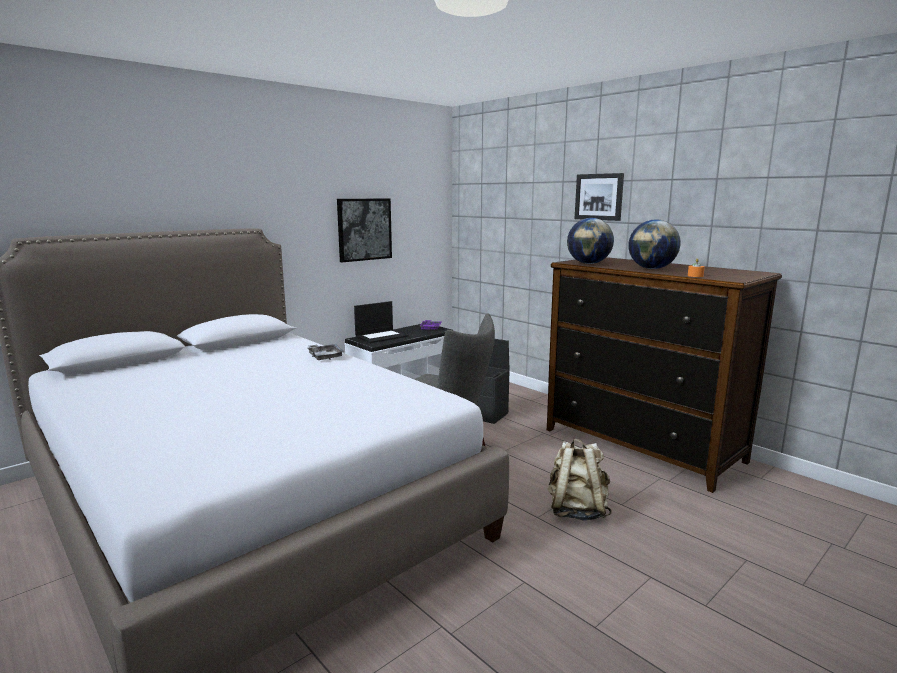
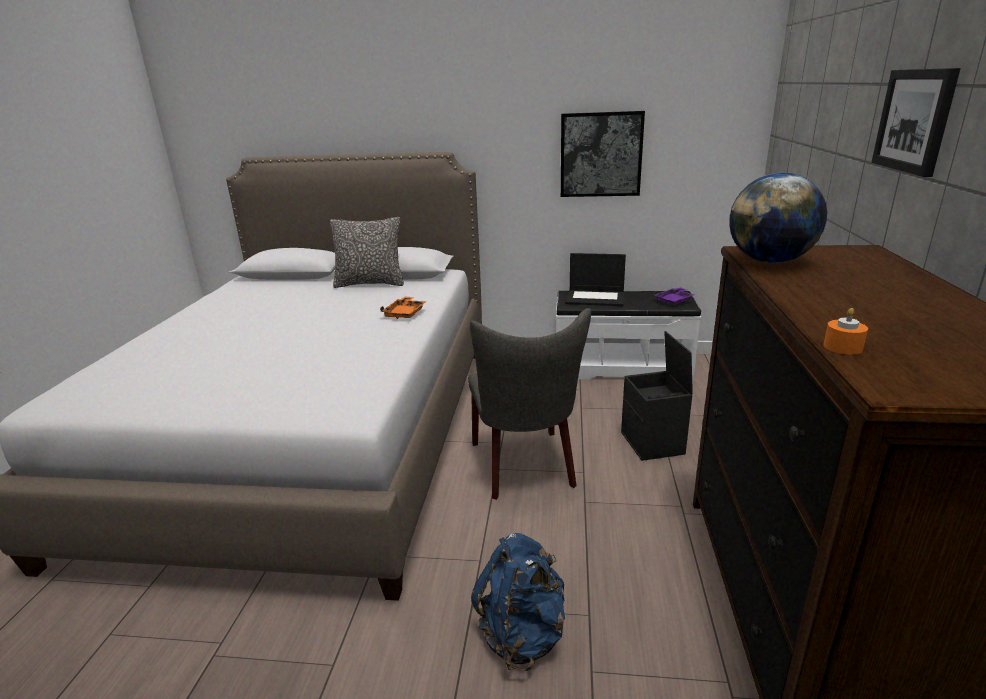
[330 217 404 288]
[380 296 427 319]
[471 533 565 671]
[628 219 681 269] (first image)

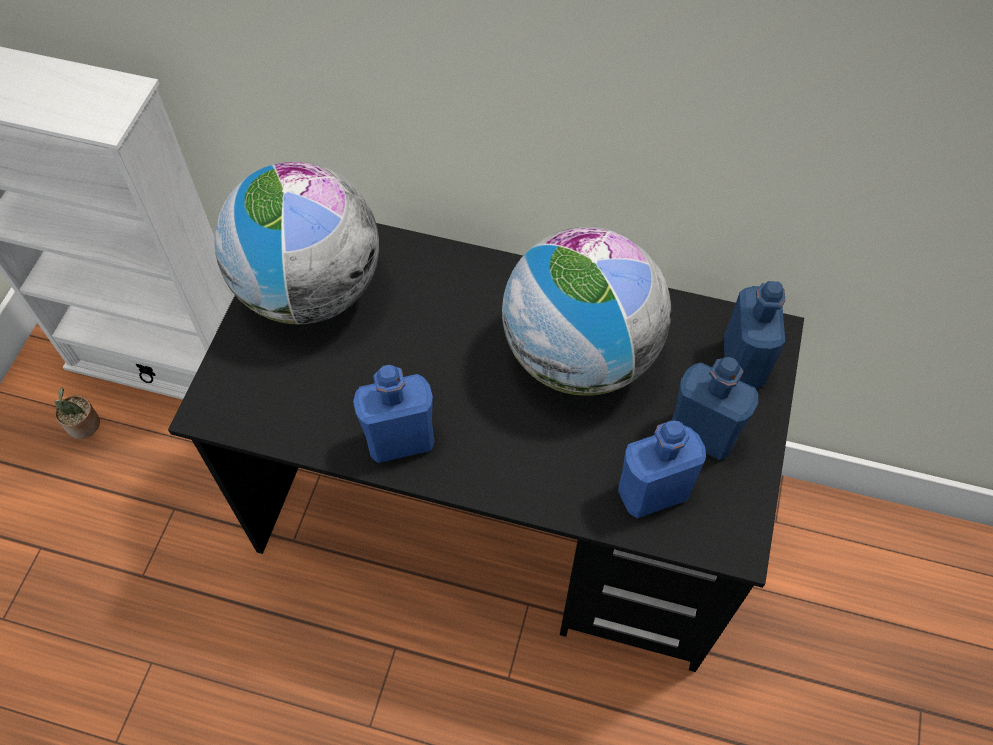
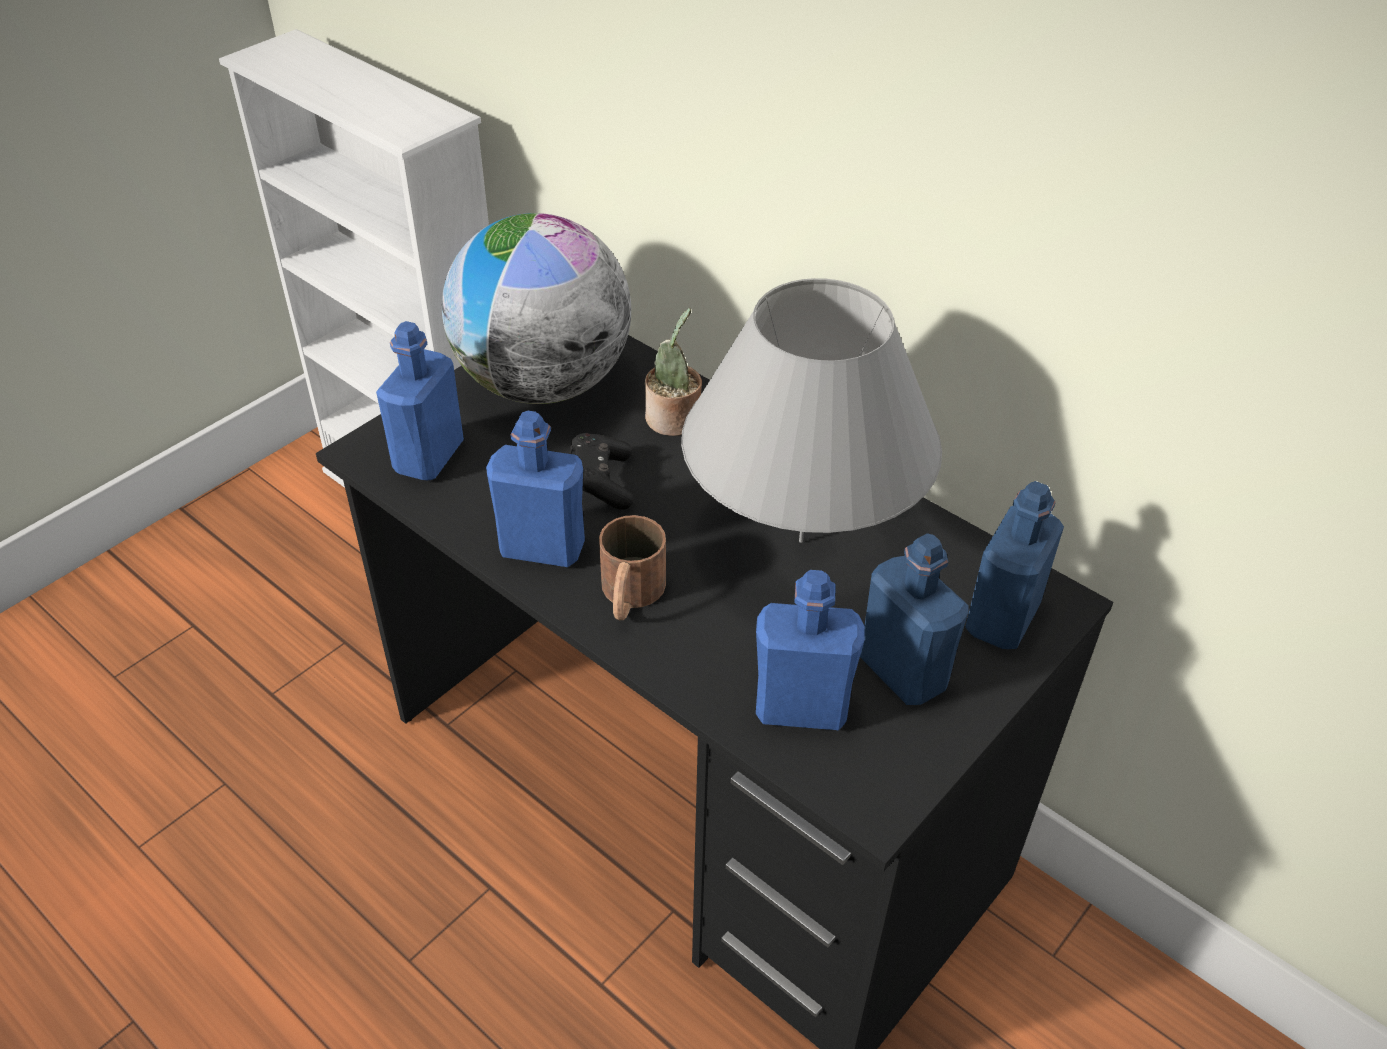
[376 321 464 480]
[570 433 634 510]
[599 515 666 620]
[645 308 702 436]
[681 278 942 543]

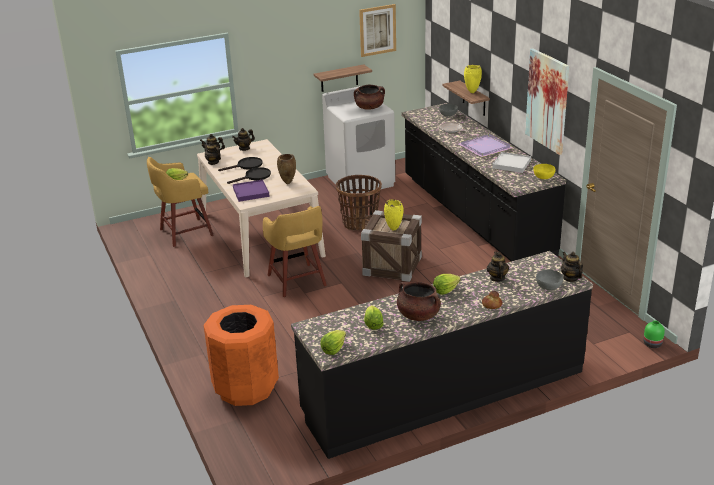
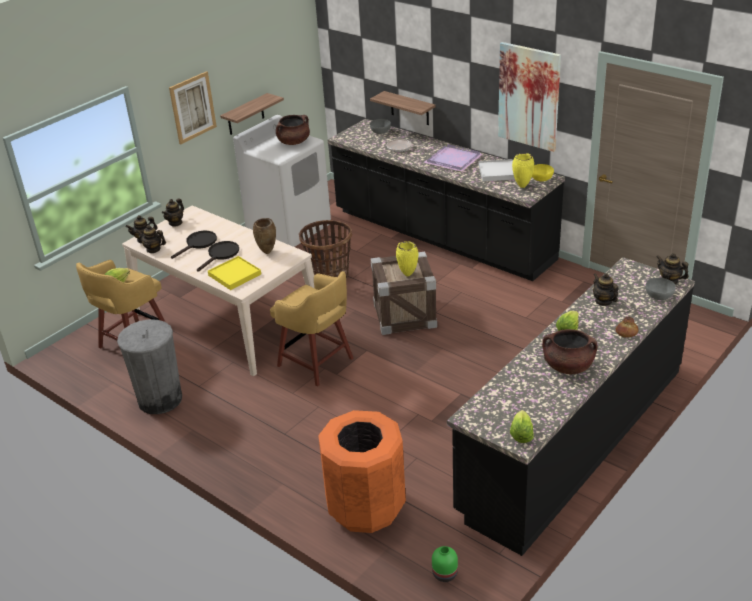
[117 319 182 414]
[169 71 217 144]
[208 256 261 290]
[432 546 458 582]
[512 153 534 188]
[364 305 384 330] (first image)

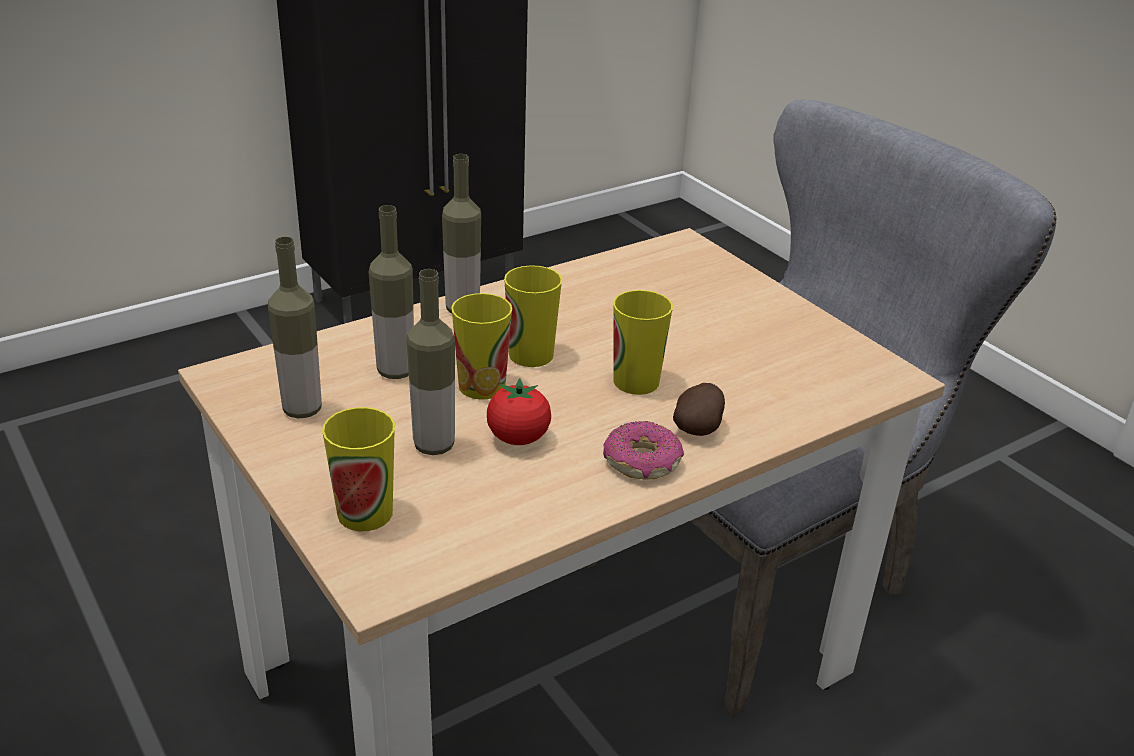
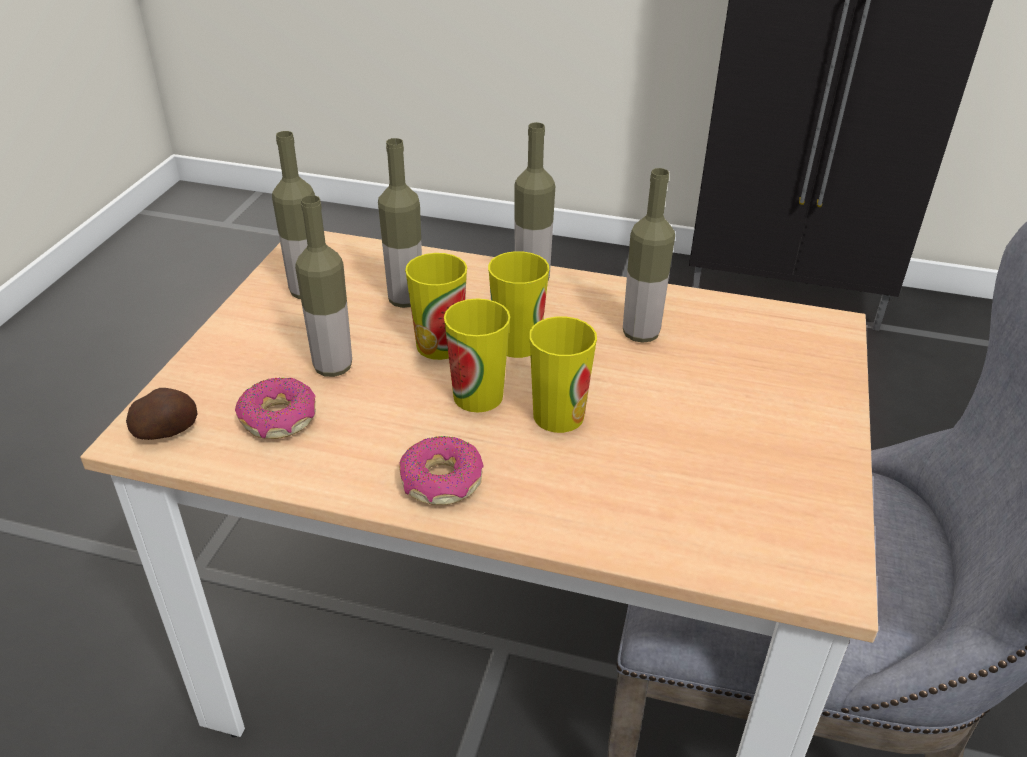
[126 388 198 440]
[235 377 316 439]
[444 298 510 412]
[623 168 675 343]
[487 378 551 445] (first image)

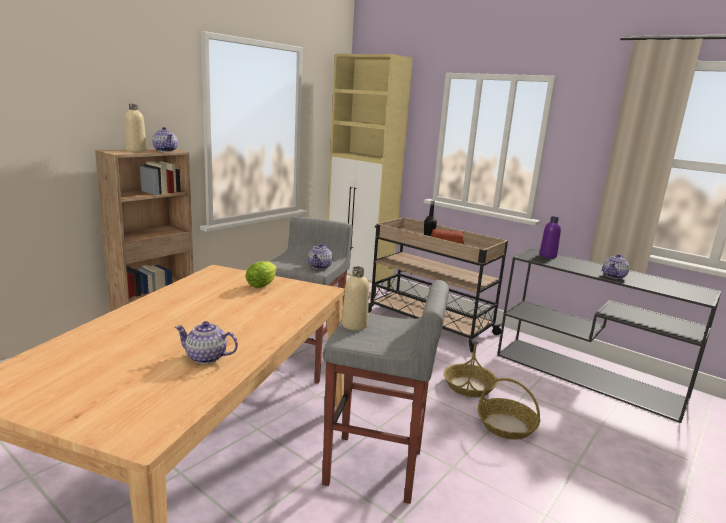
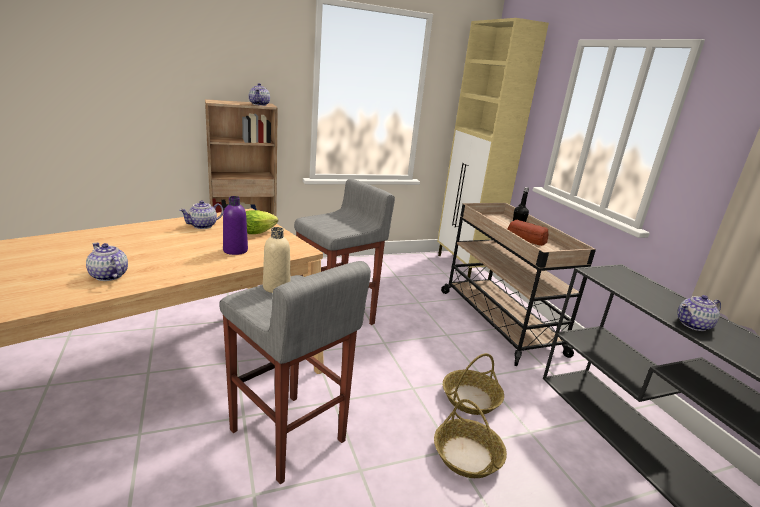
[179 200 224 229]
[223 196 248 255]
[125 104 147 152] (first image)

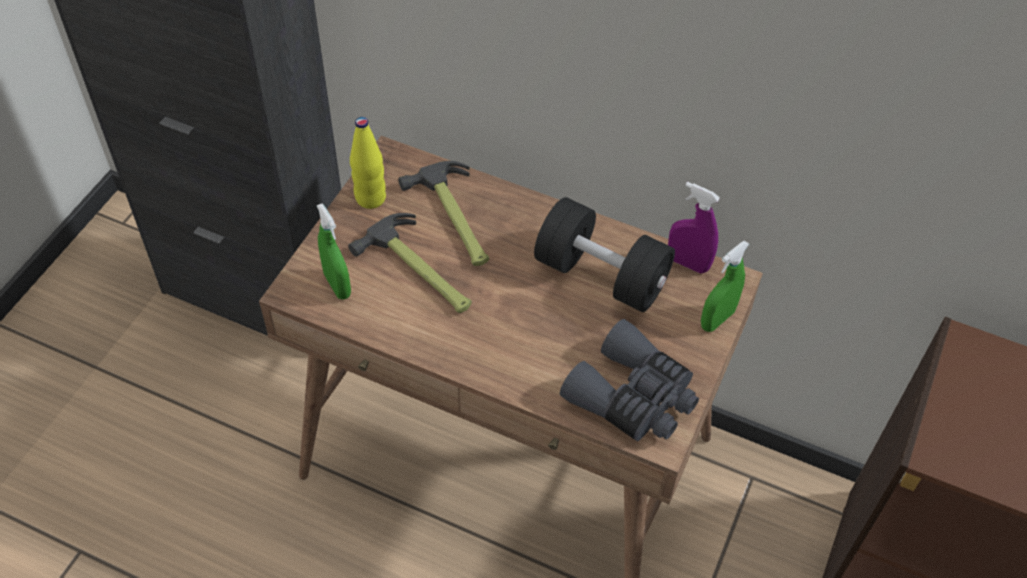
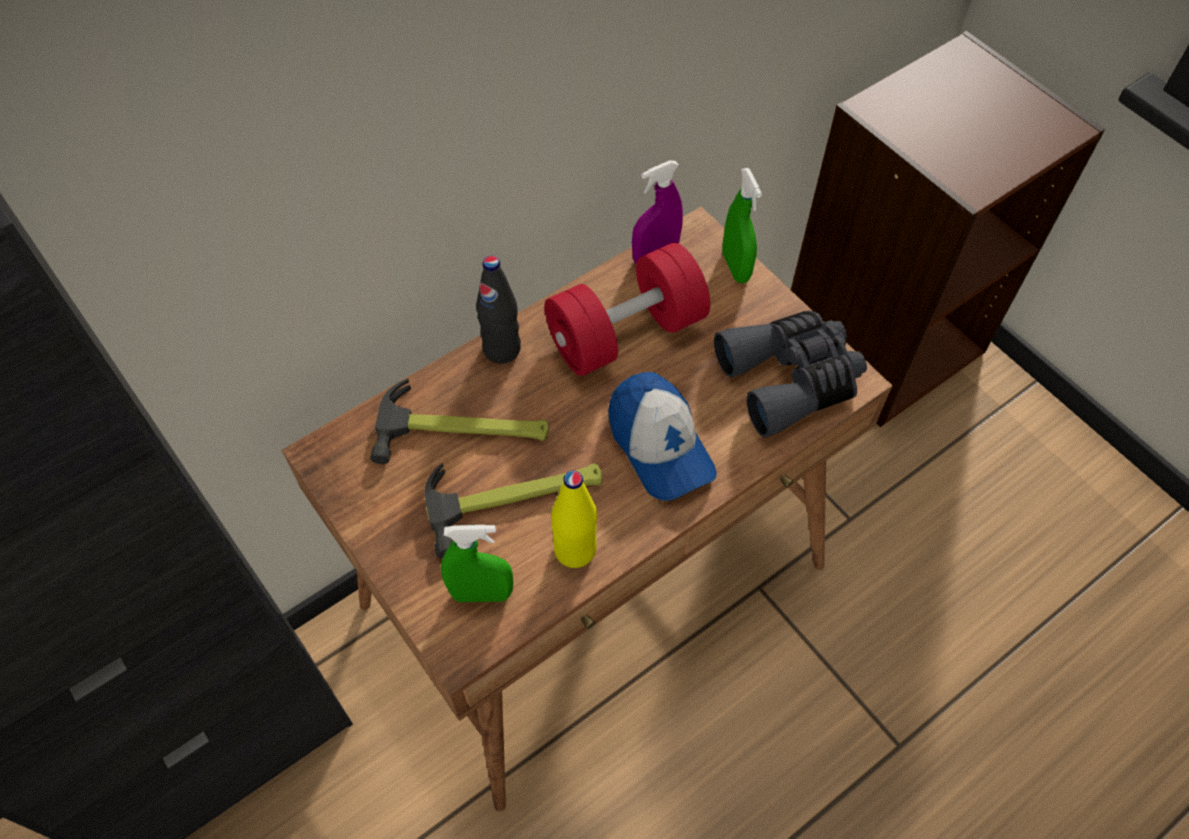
[476 256 521 364]
[544 243 710 376]
[551 471 597 568]
[608 372 717 501]

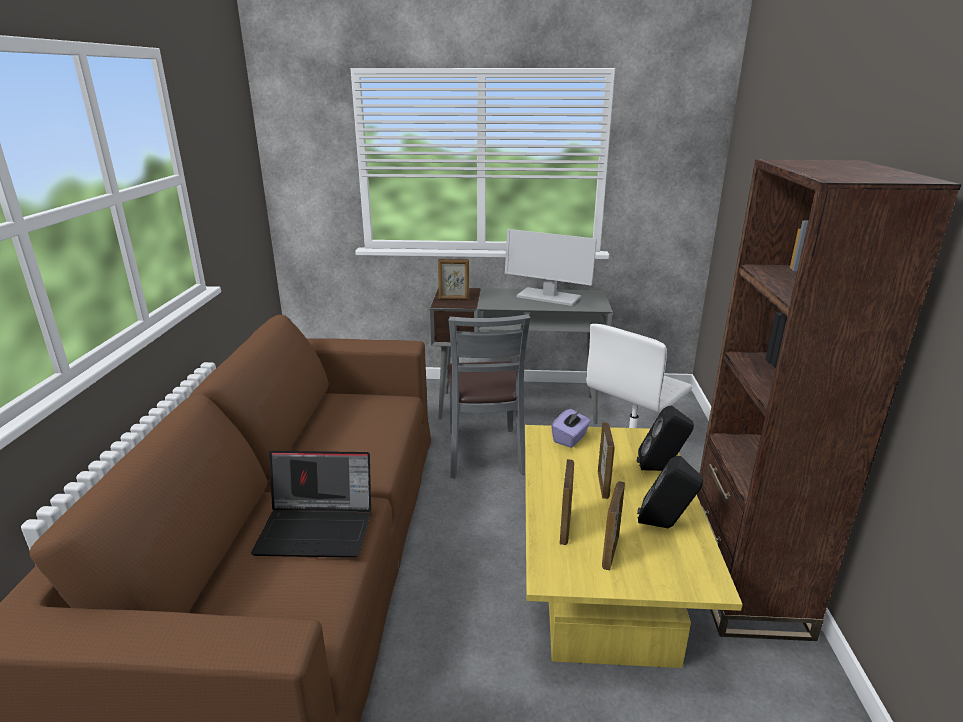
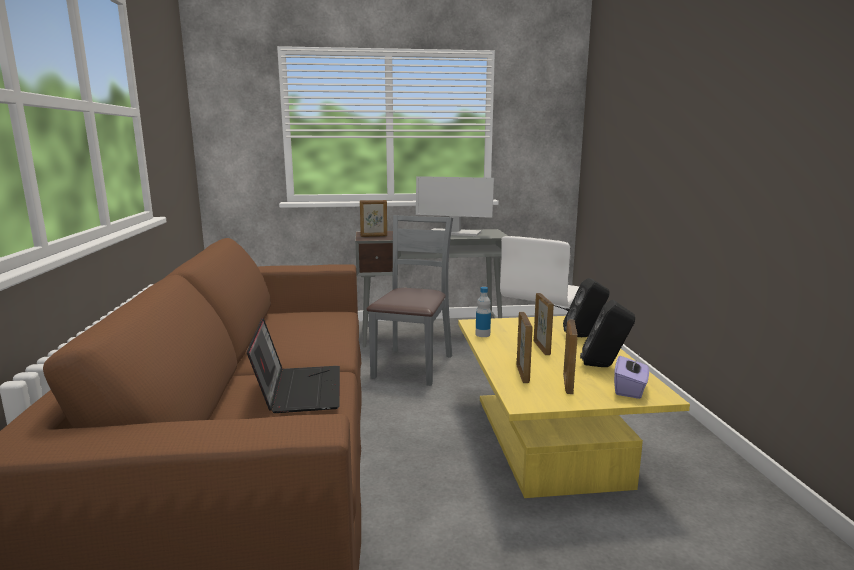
[247 318 340 413]
[367 215 453 386]
[476 287 491 337]
[614 355 649 399]
[697 159 961 641] (first image)

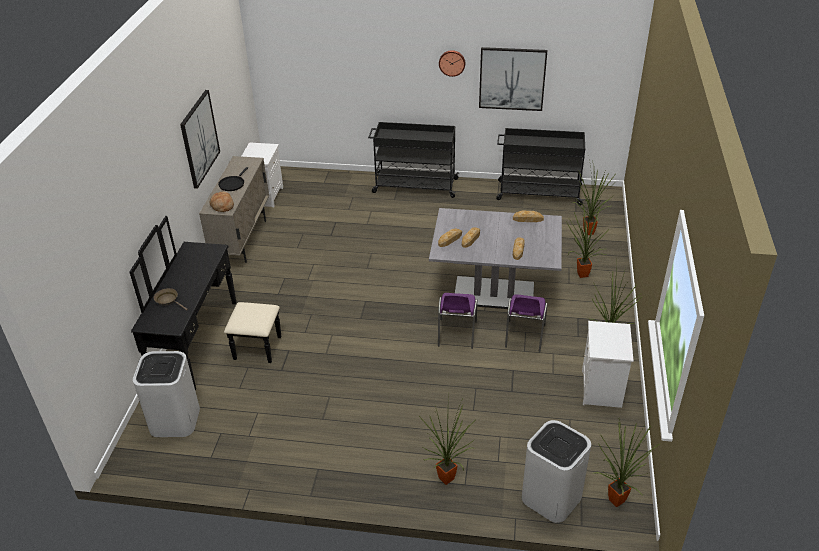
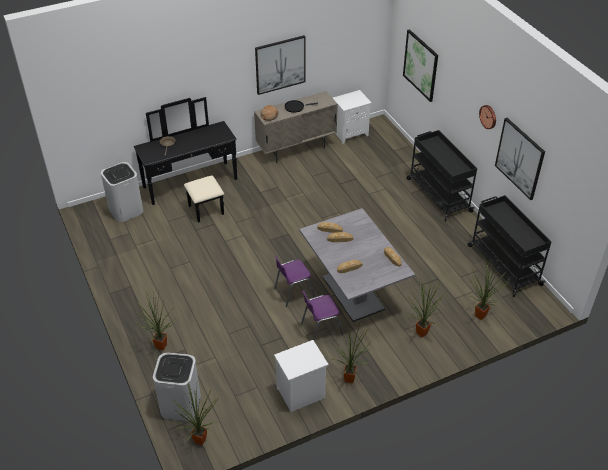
[403 29 438 102]

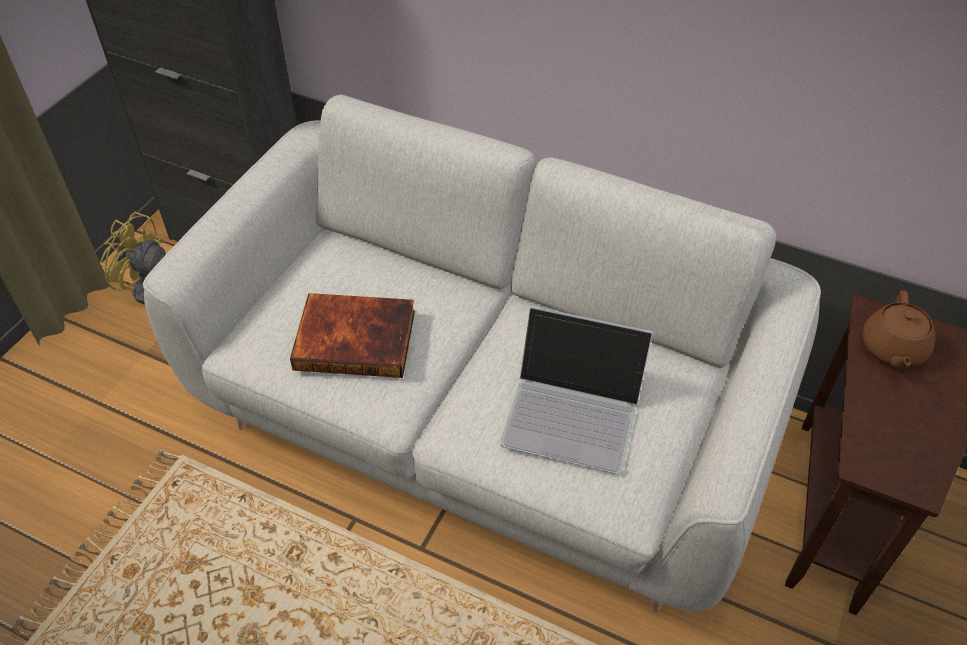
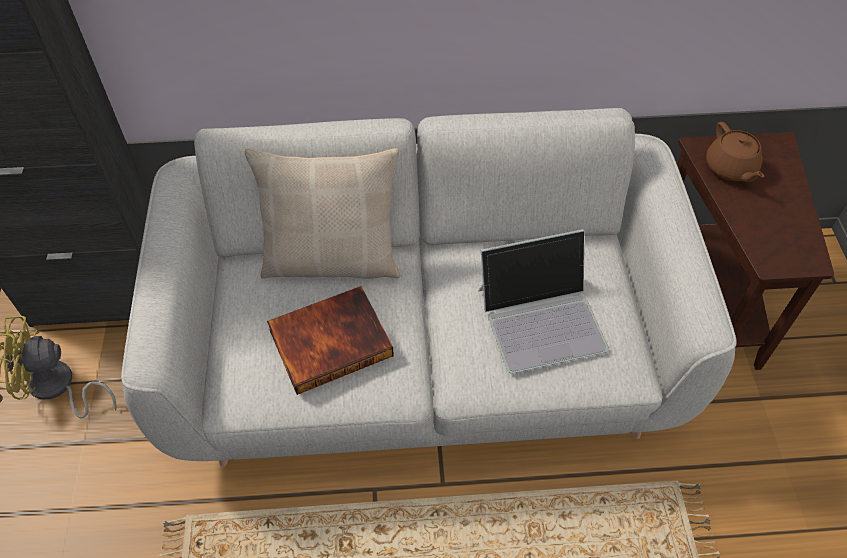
[245 148 400 279]

